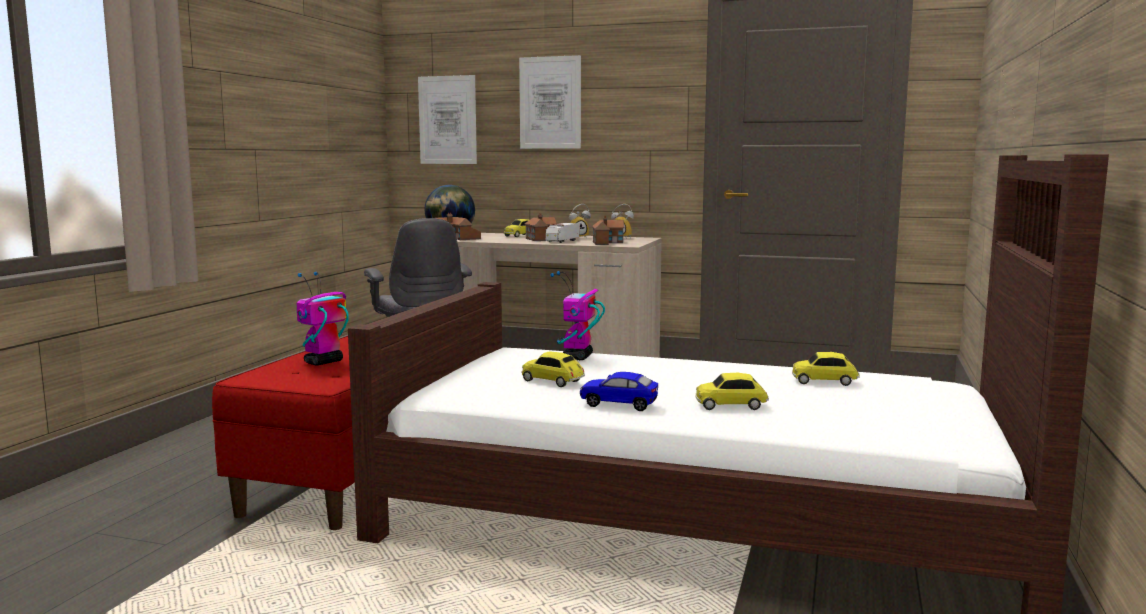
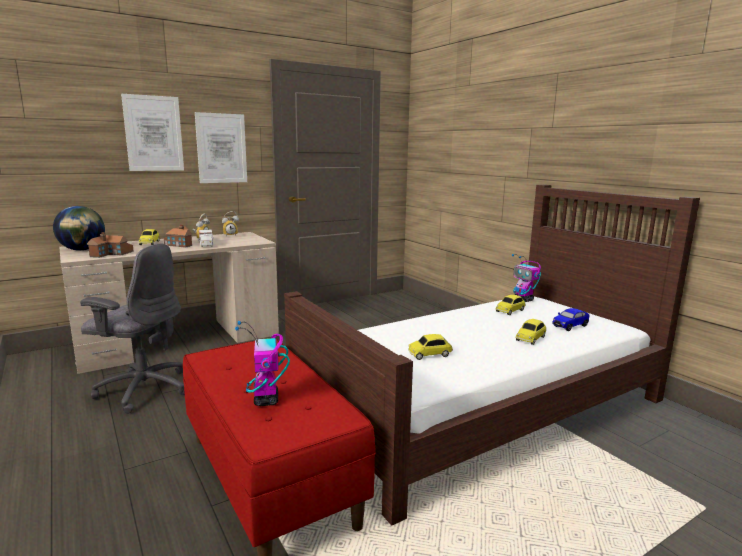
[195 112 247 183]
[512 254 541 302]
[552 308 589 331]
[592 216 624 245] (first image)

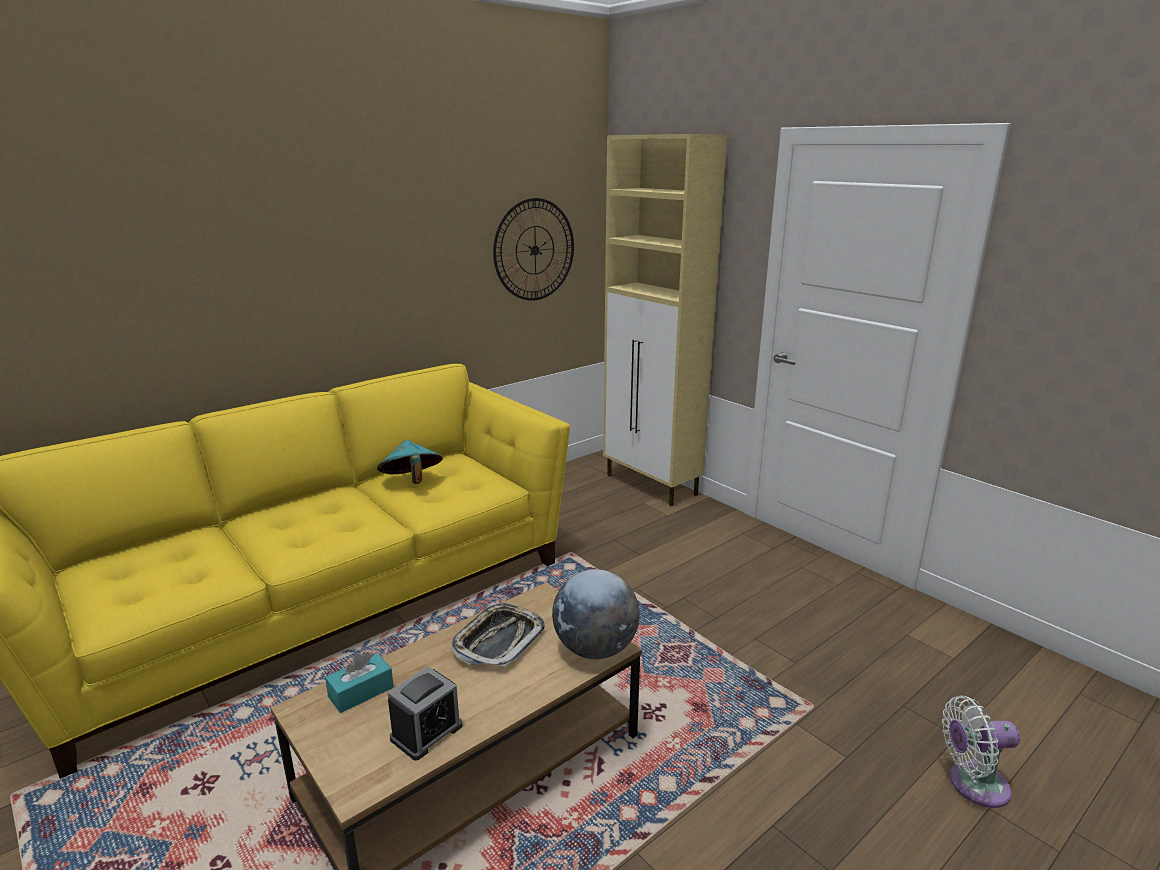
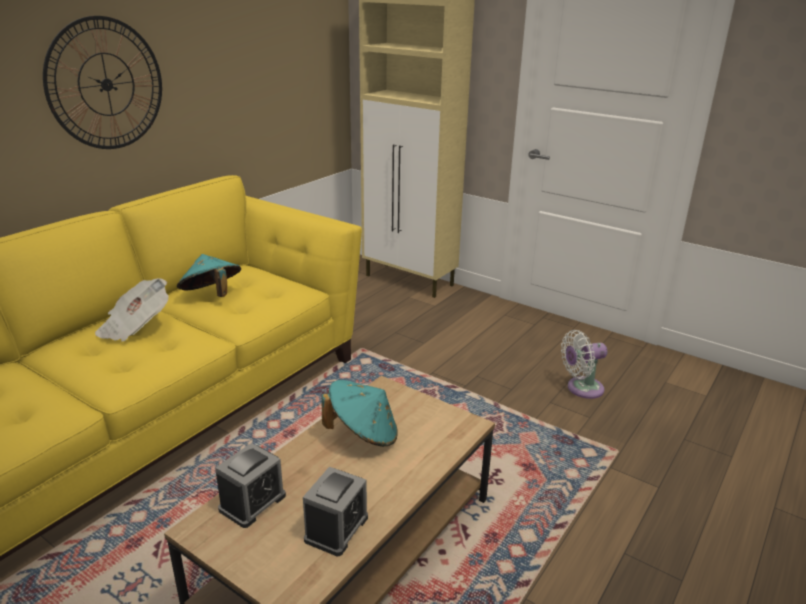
[43 16 162 149]
[95 278 169 342]
[215 443 286 528]
[321 380 398 447]
[561 330 607 399]
[552 569 640 659] (first image)

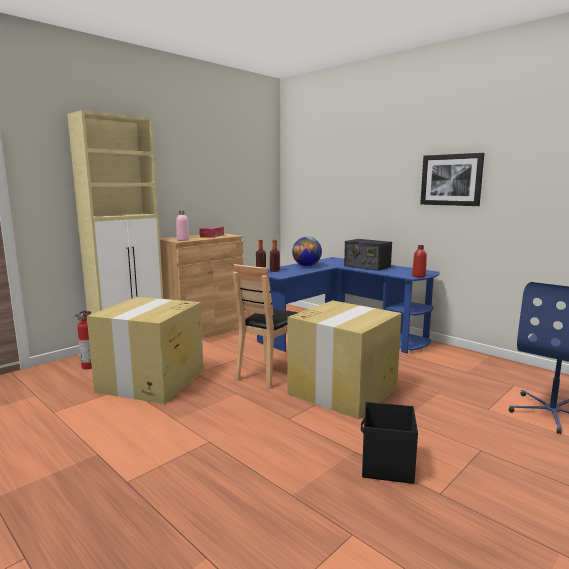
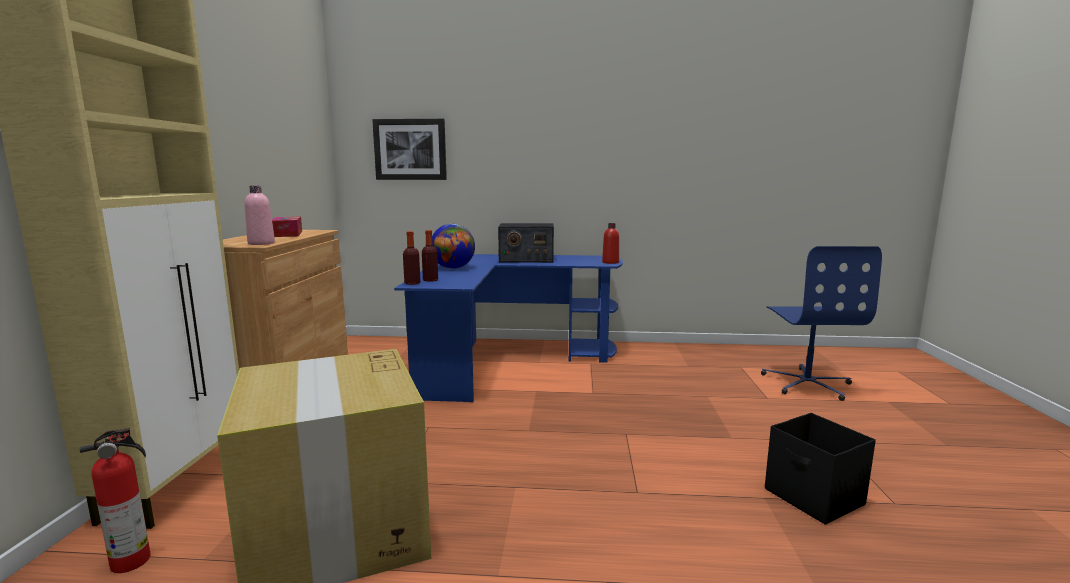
[372 119 447 180]
[233 264 299 389] (first image)
[287 300 402 420] (first image)

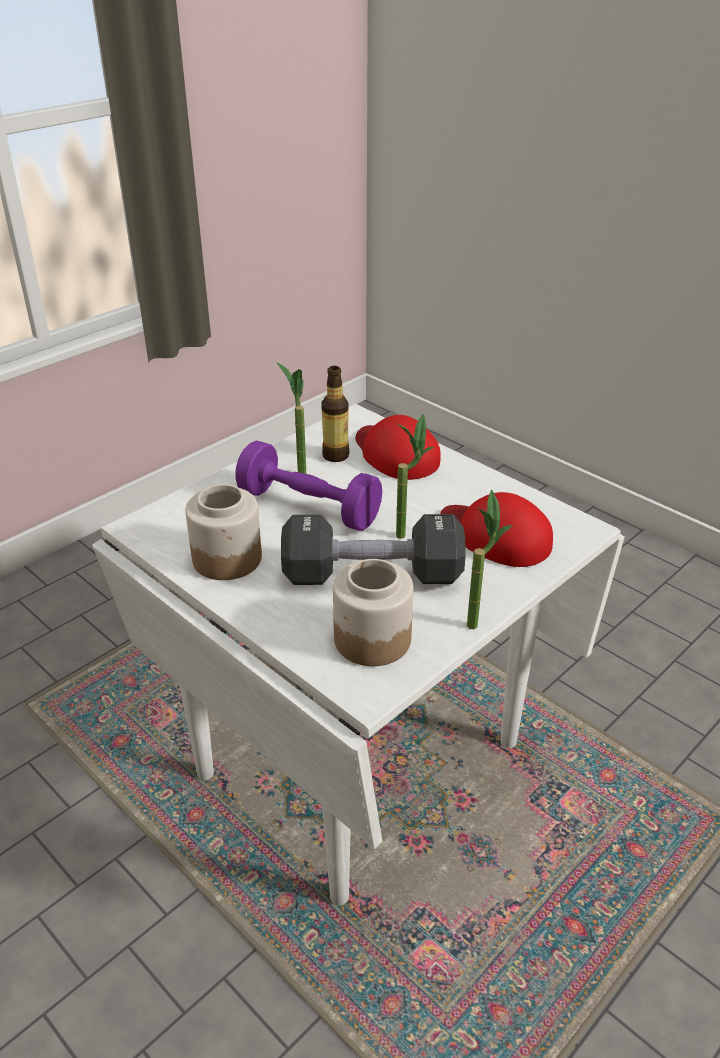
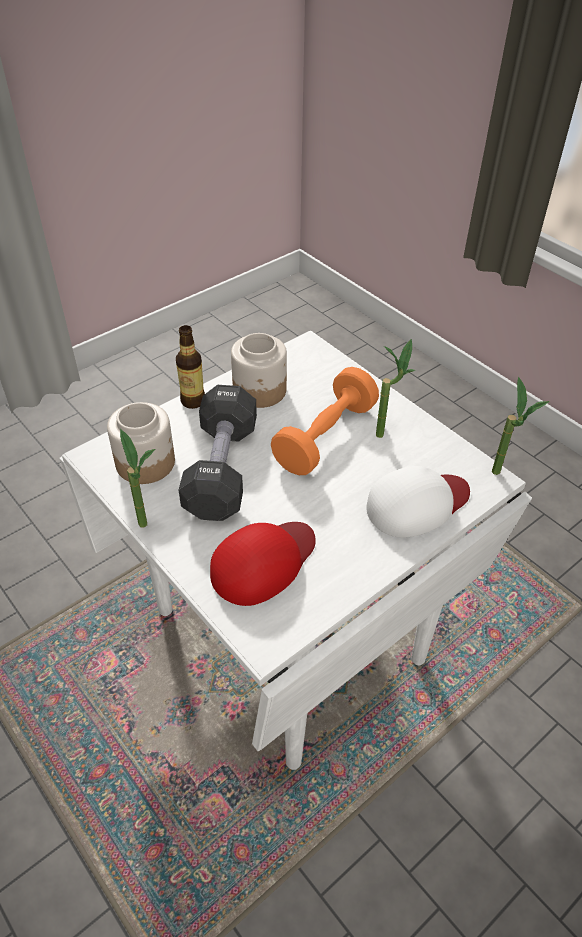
[176 325 205 409]
[271 367 379 475]
[366 466 470 538]
[492 377 550 475]

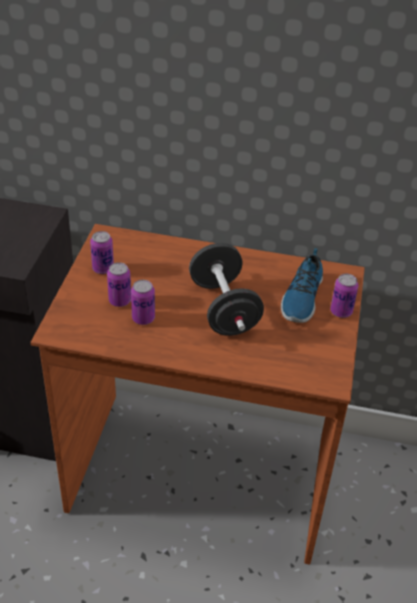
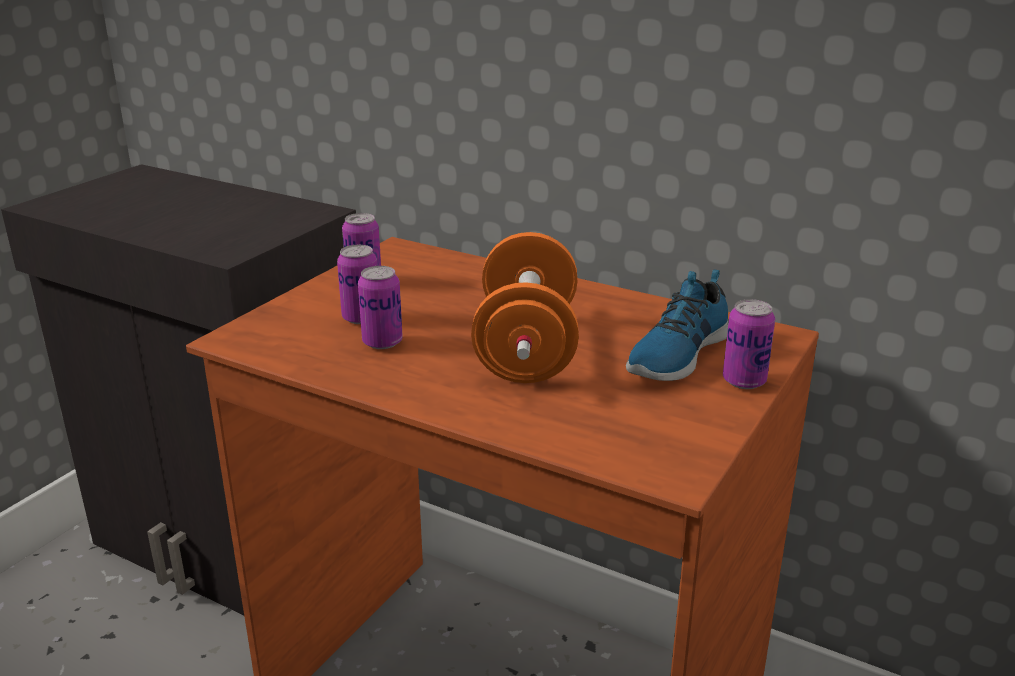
[471 232 579 383]

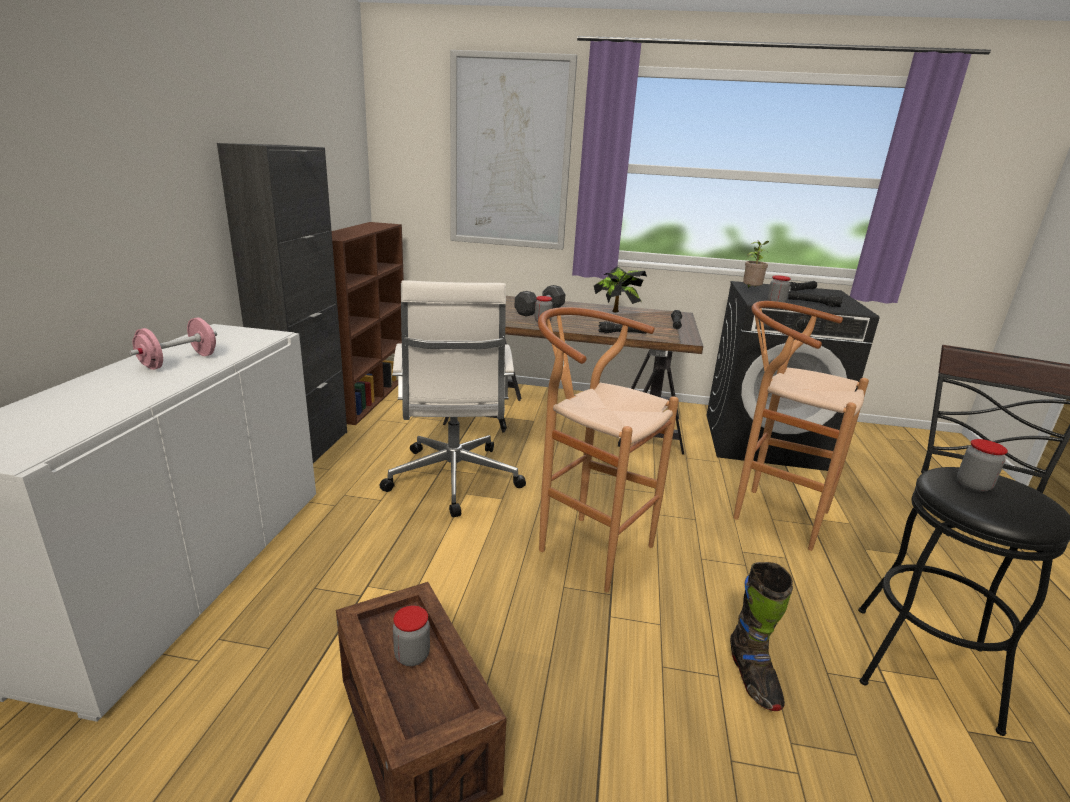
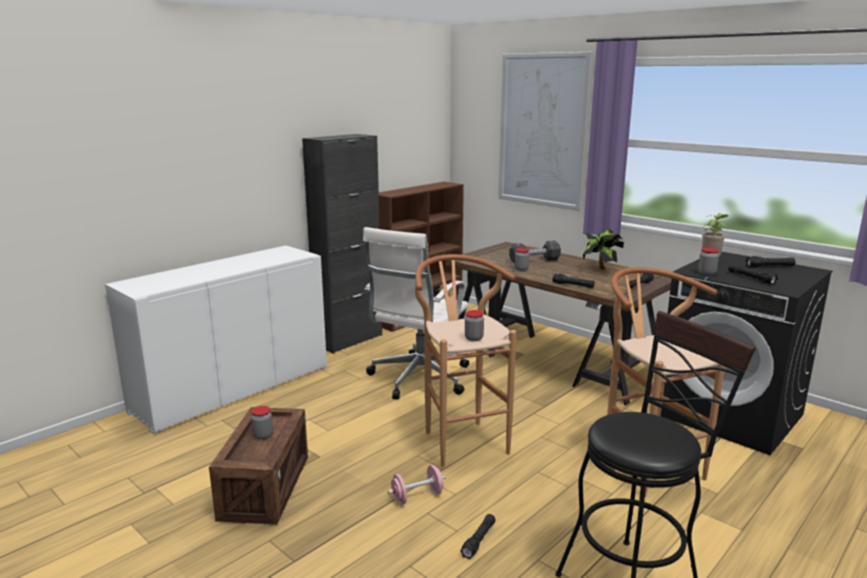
[388 465 446 505]
[460 514 496 559]
[465 310 484 341]

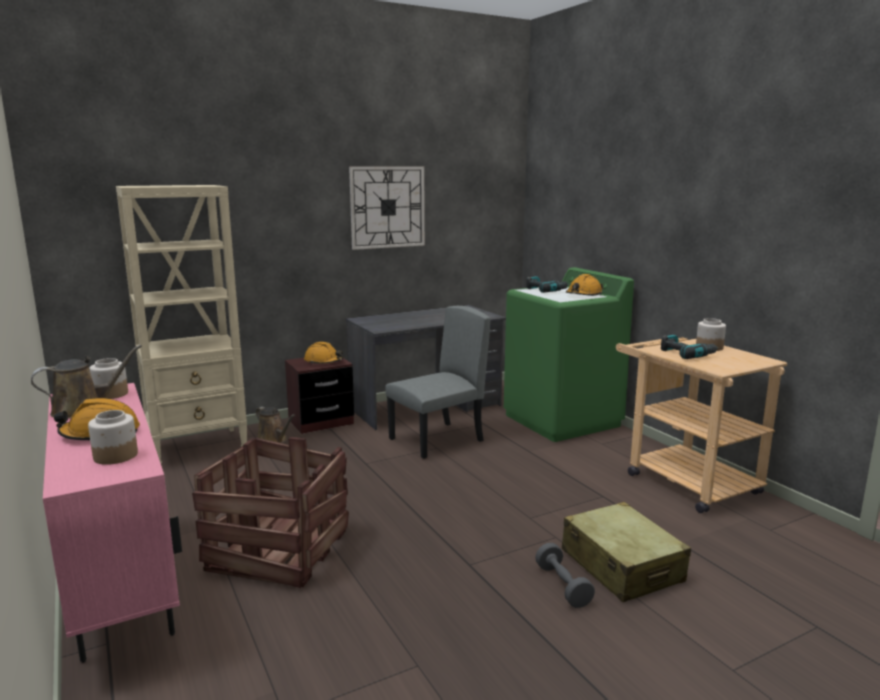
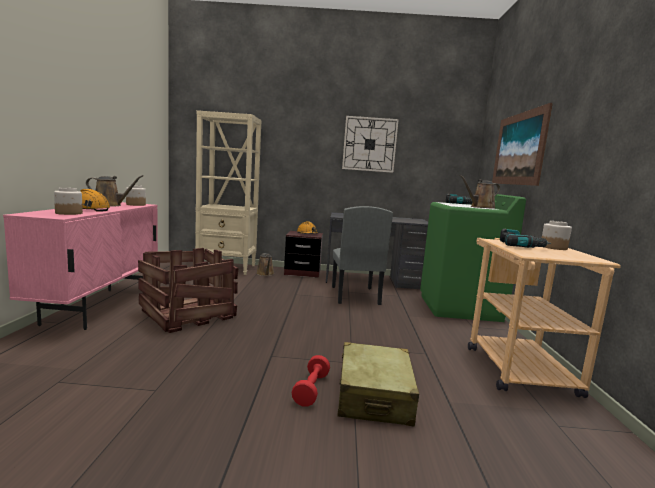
[291 355 330 407]
[332 206 393 305]
[460 175 500 209]
[492 103 553 186]

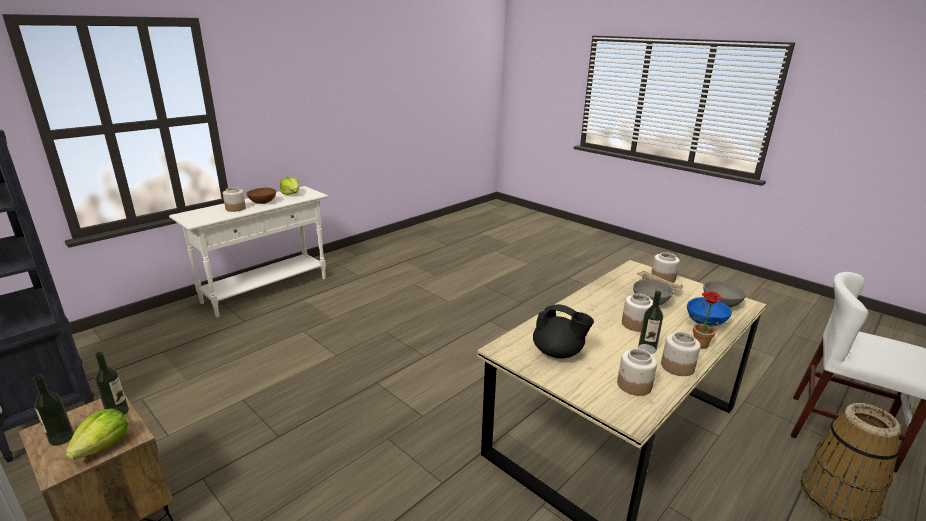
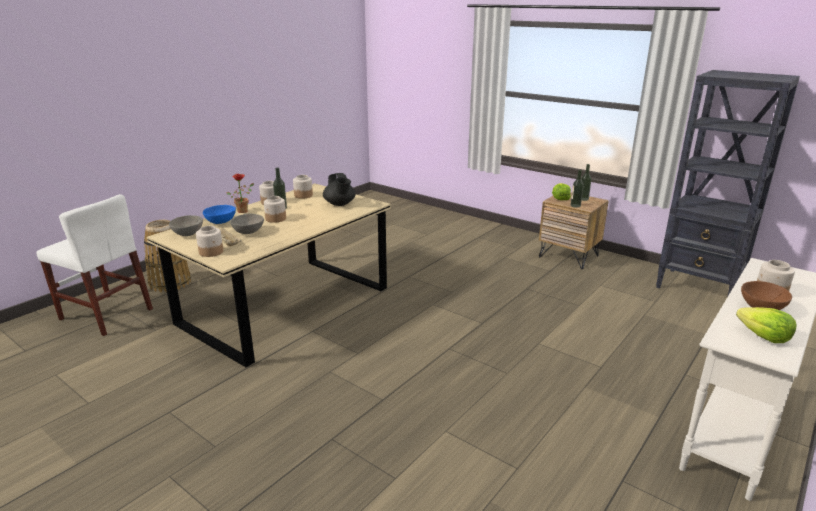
[323 173 356 206]

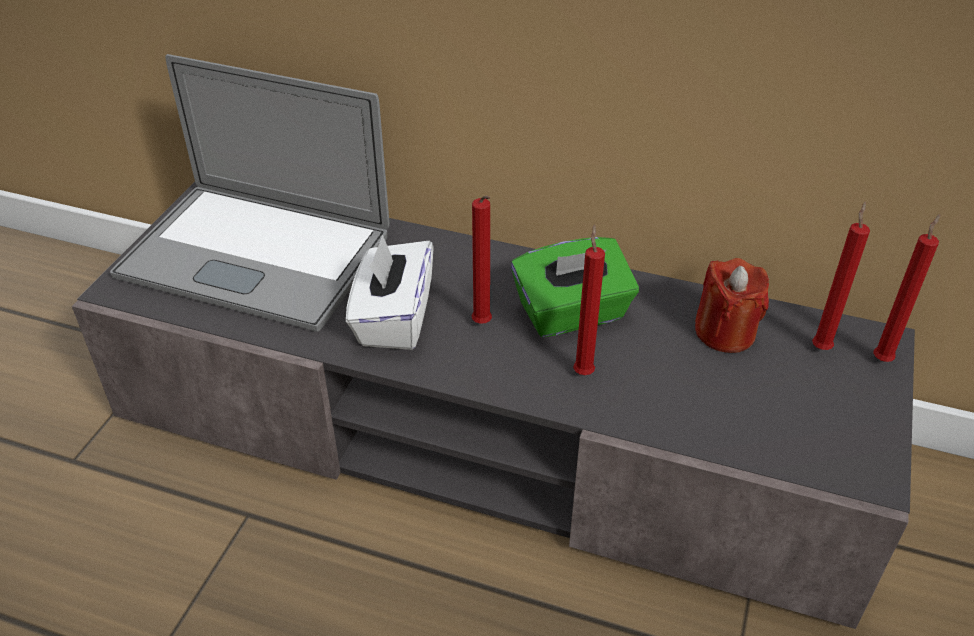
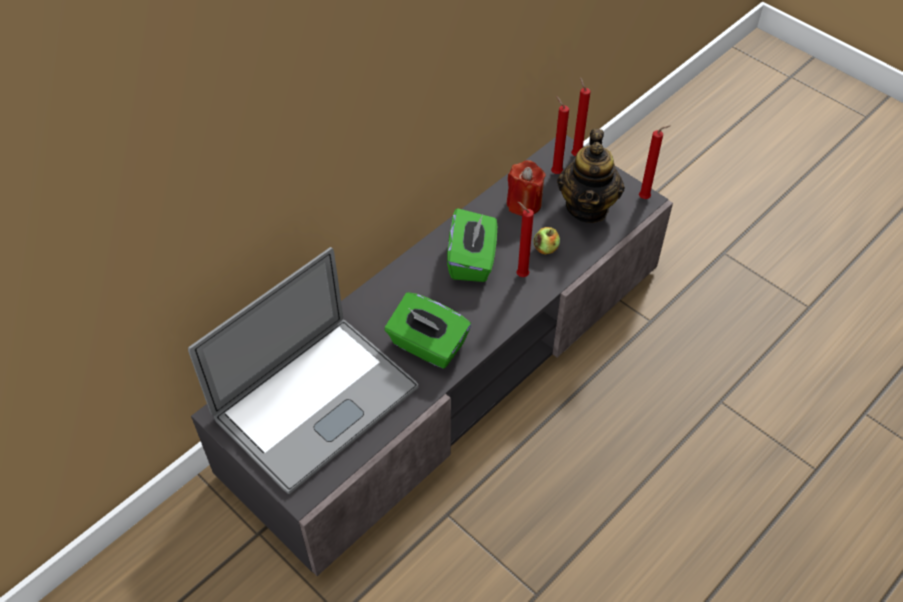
[385 292 471 369]
[534 227 560 254]
[557 129 625 223]
[639 125 670 199]

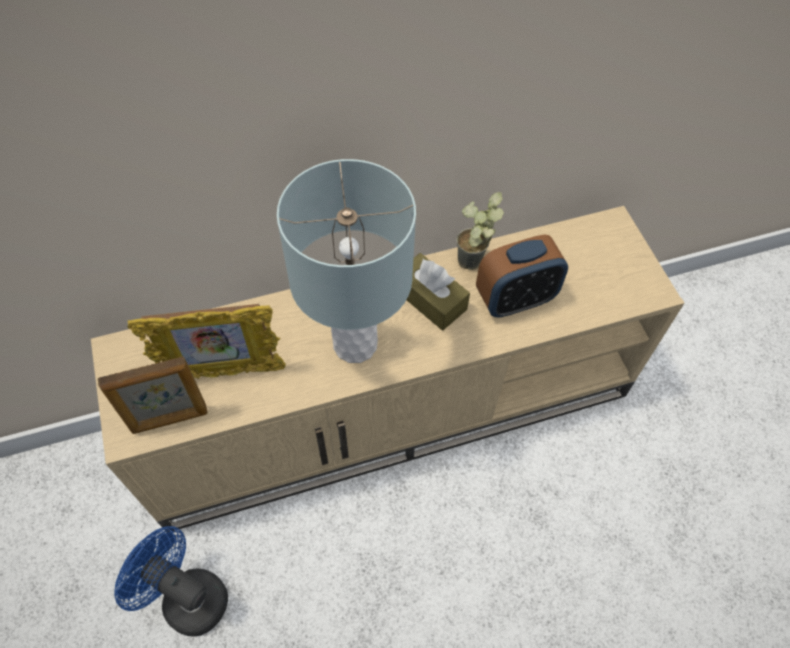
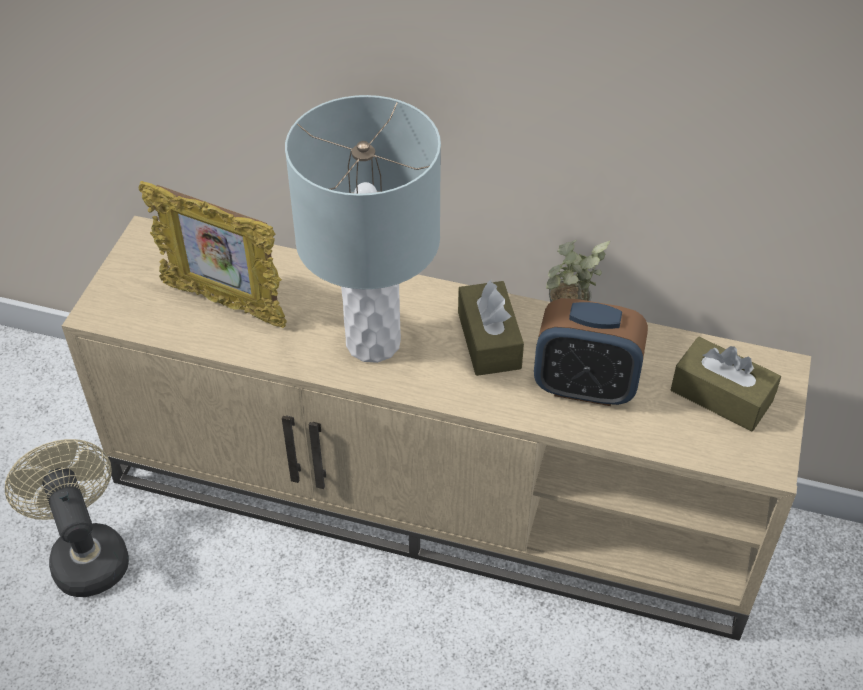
[5 439 129 597]
[671 337 781 431]
[98 356 208 434] (first image)

